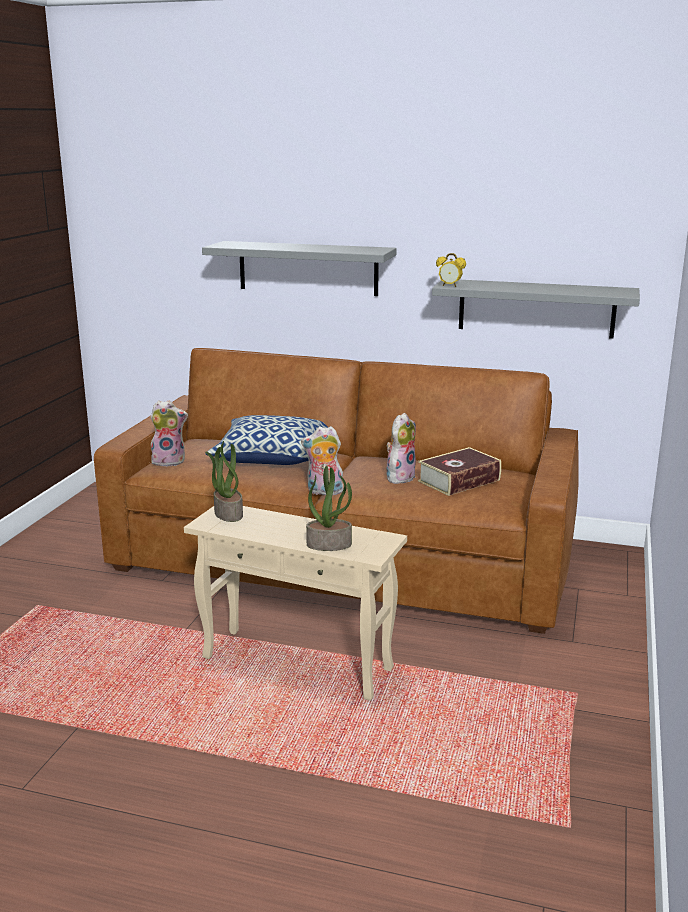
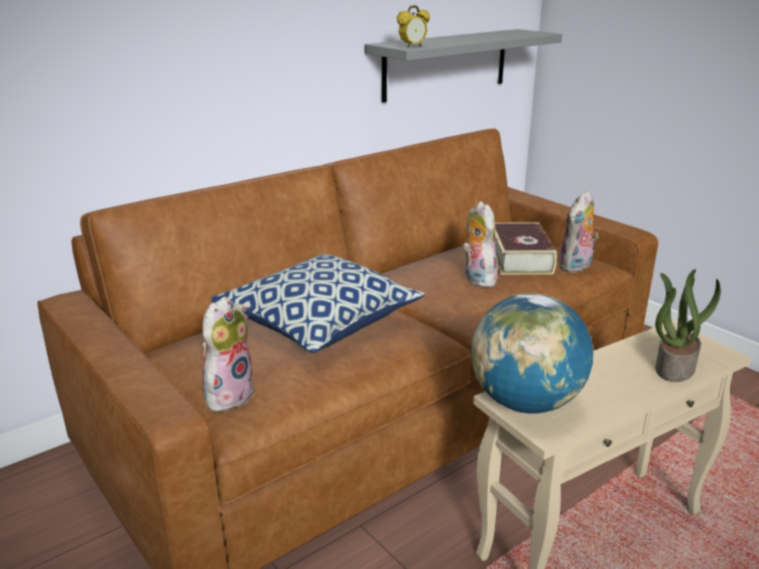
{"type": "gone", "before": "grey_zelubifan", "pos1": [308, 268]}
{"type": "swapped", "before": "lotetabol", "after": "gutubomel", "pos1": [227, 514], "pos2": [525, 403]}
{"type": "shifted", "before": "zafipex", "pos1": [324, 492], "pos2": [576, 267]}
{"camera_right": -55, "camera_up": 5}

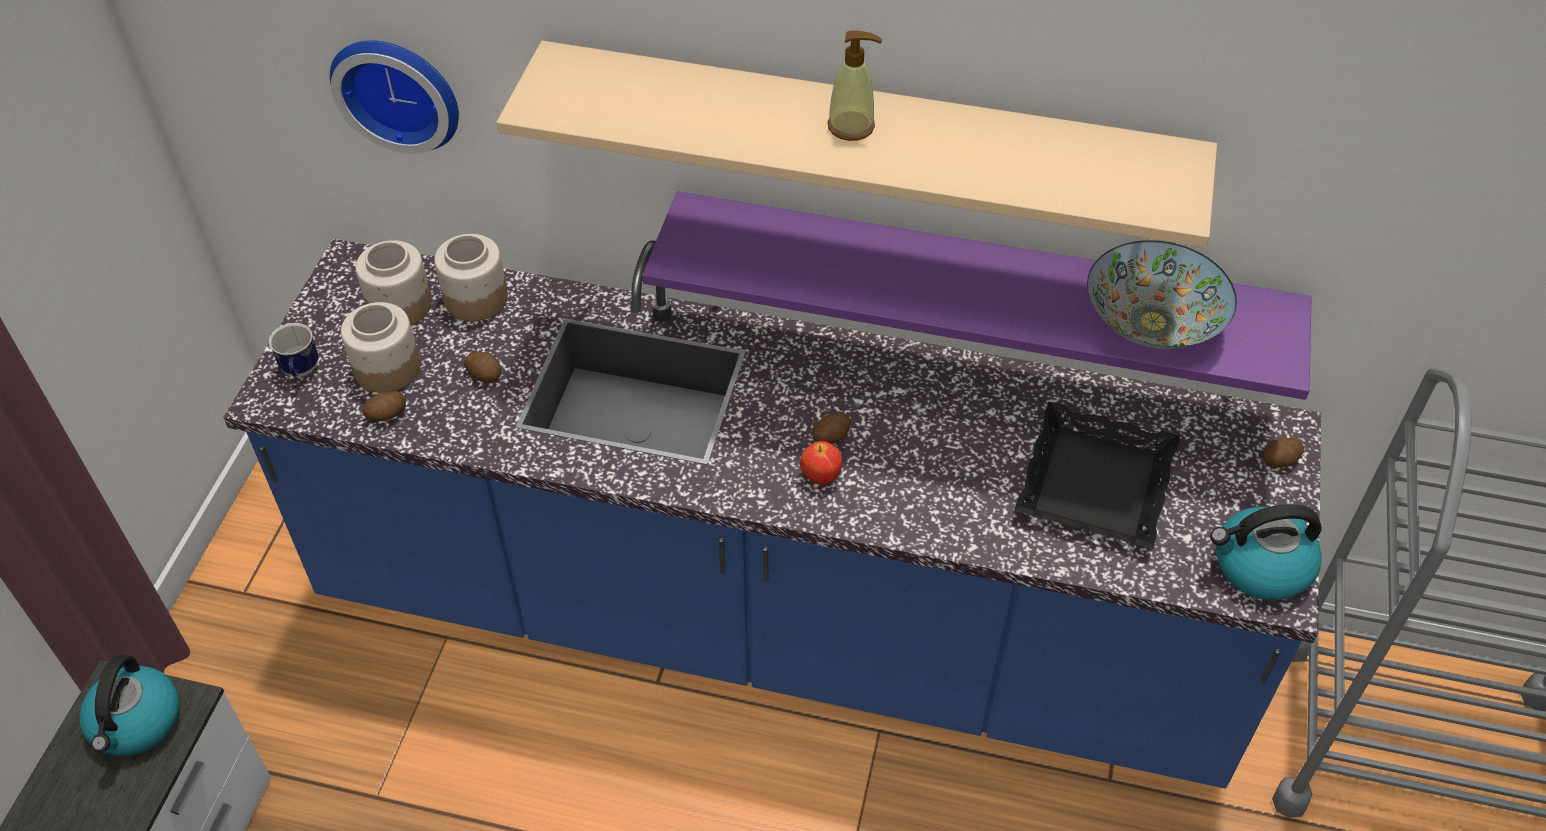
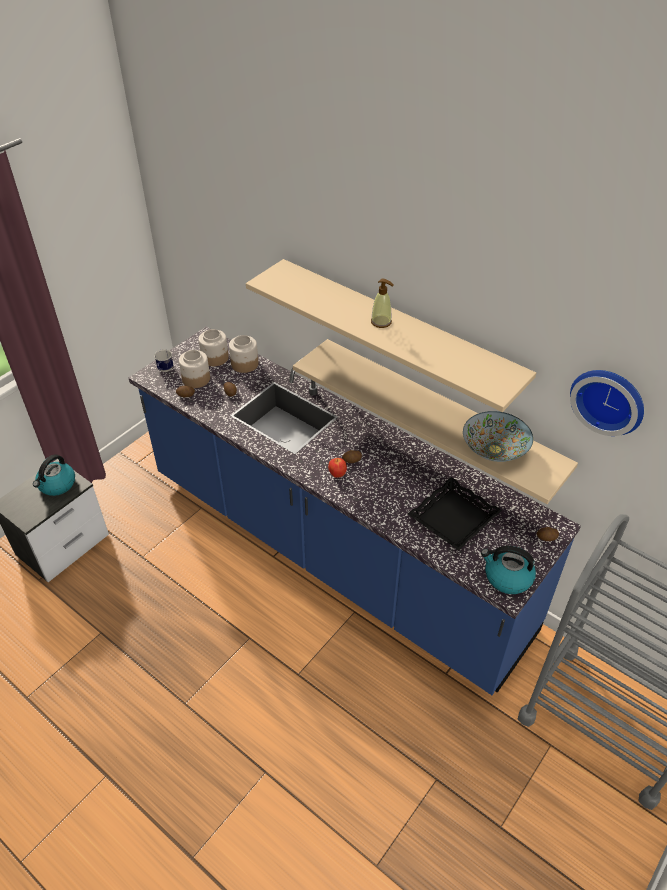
{"type": "shifted", "before": "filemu", "pos1": [399, 89], "pos2": [609, 399]}
{"type": "repainted", "before": "purple_zelubifan", "after": "beige_zelubifan", "pos1": [978, 280], "pos2": [439, 414]}
{"camera_right": 25, "camera_up": -5}

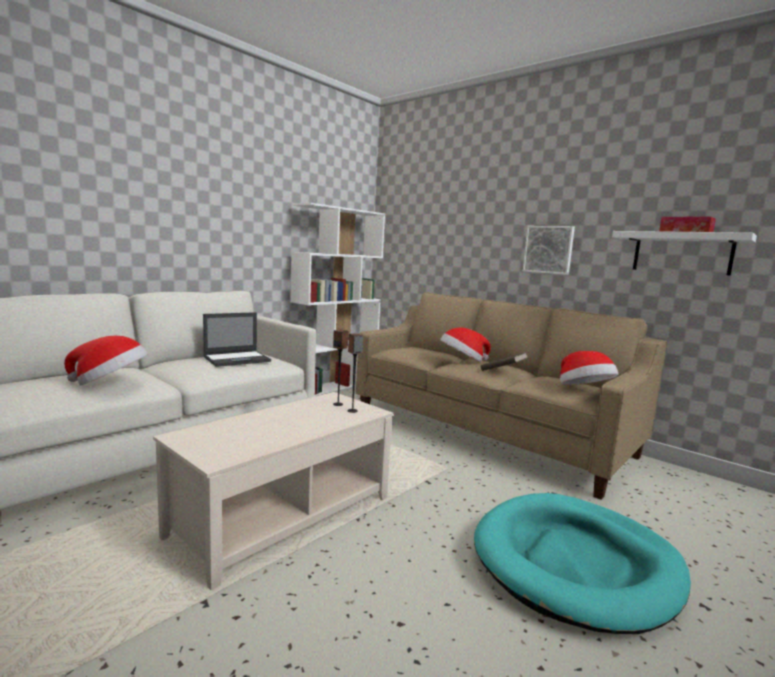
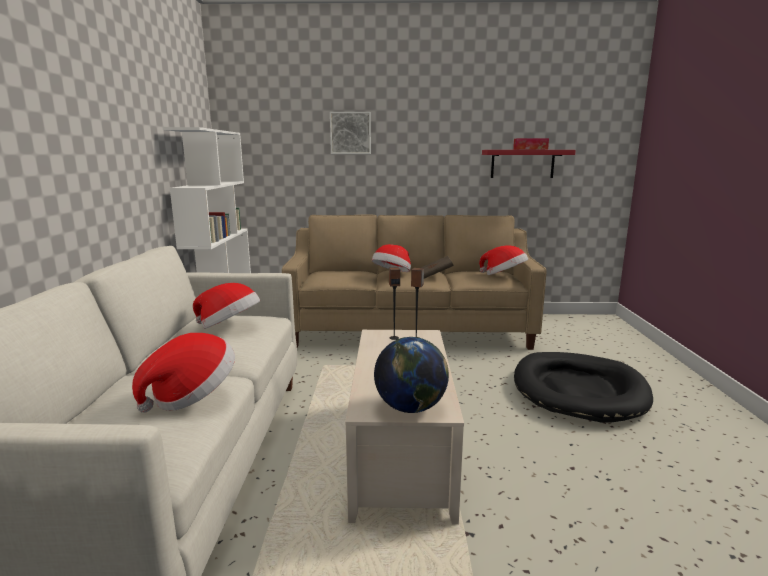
{"type": "swapped", "before": "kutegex", "after": "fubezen", "pos1": [237, 359], "pos2": [229, 327]}
{"type": "repainted", "before": "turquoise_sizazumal", "after": "black_sizazumal", "pos1": [575, 563], "pos2": [578, 390]}
{"type": "shifted", "before": "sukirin", "pos1": [548, 249], "pos2": [350, 133]}
{"type": "repainted", "before": "white_zelubifan", "after": "red_zelubifan", "pos1": [682, 253], "pos2": [522, 164]}
{"type": "new", "after": "gutubomel", "pos2": [410, 408]}
{"camera_right": -40, "camera_up": 5}

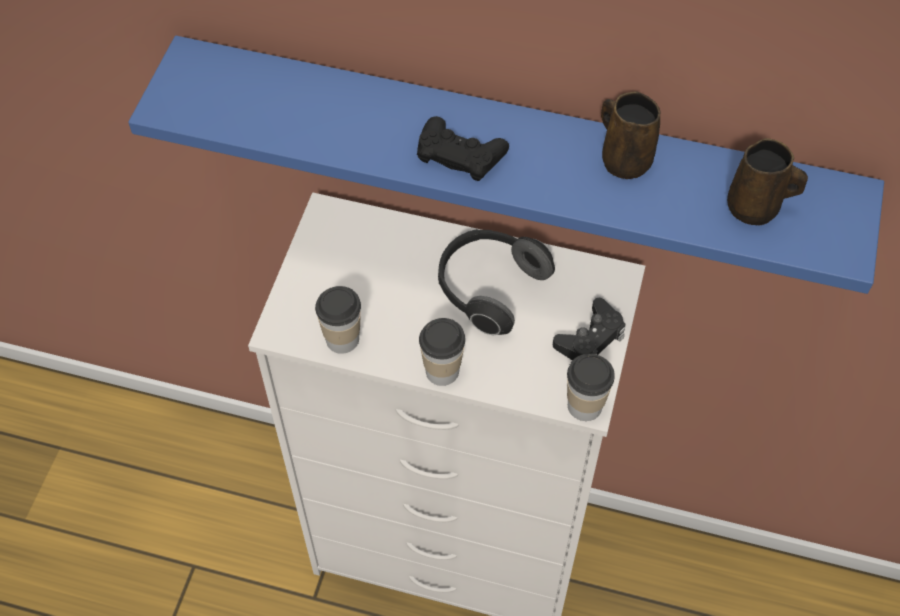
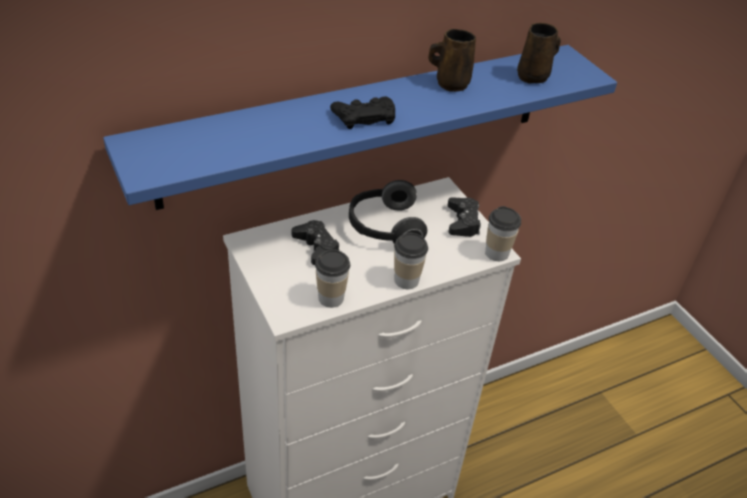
{"type": "new", "after": "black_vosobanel", "pos2": [316, 247]}
{"camera_right": -45, "camera_up": -15}

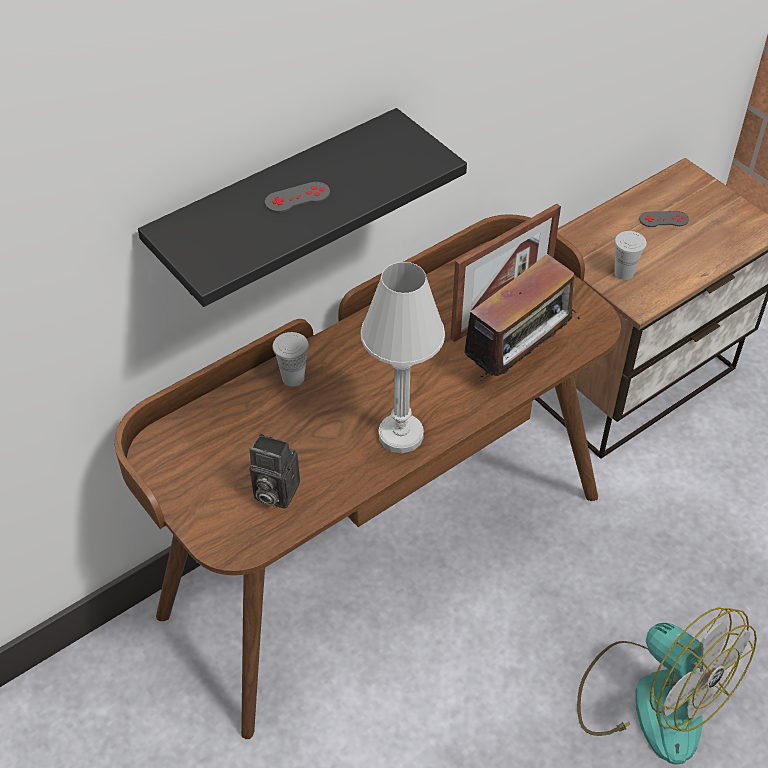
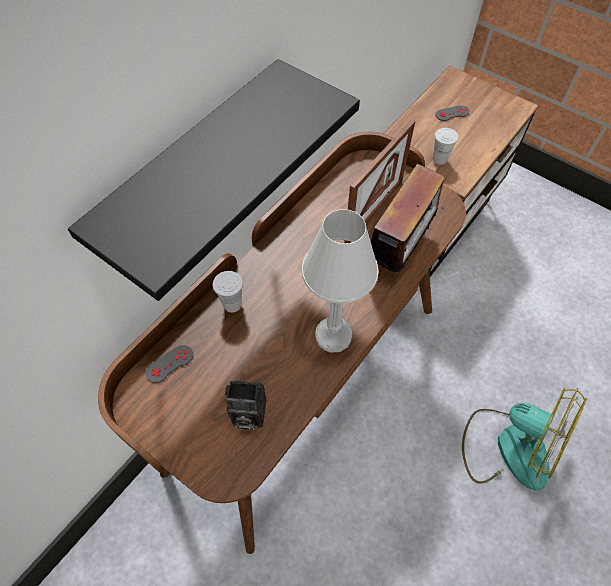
{"type": "shifted", "before": "grey_vosobanel", "pos1": [297, 197], "pos2": [169, 364]}
{"camera_right": -15, "camera_up": 10}

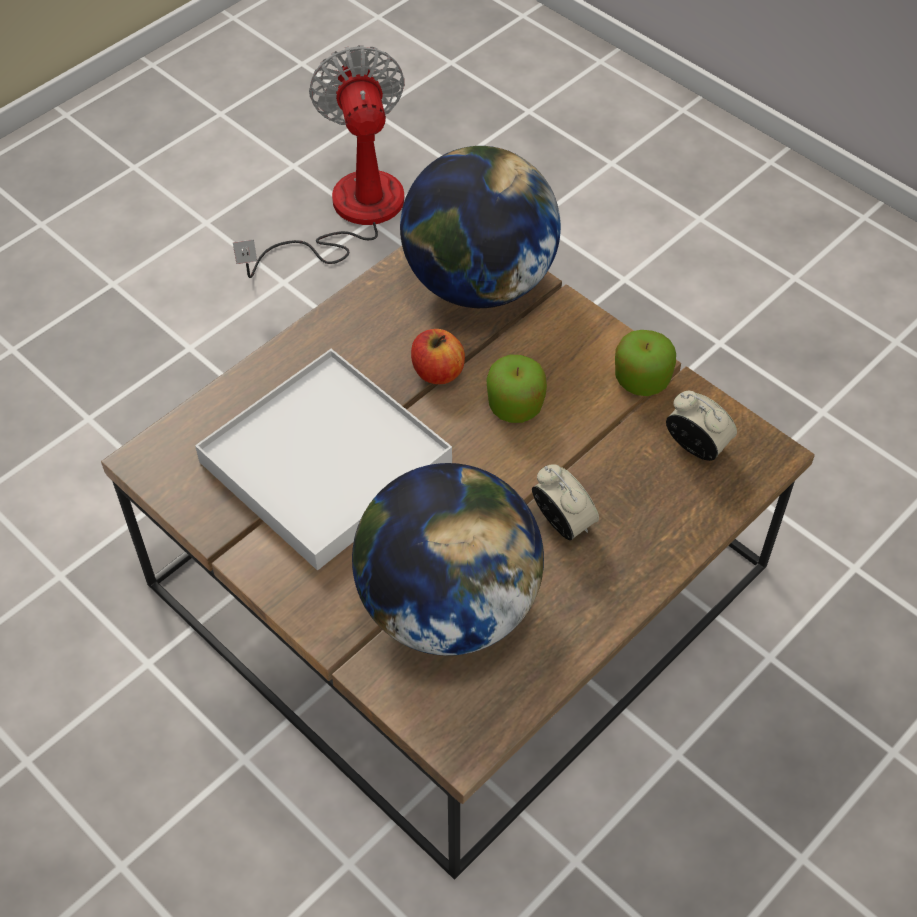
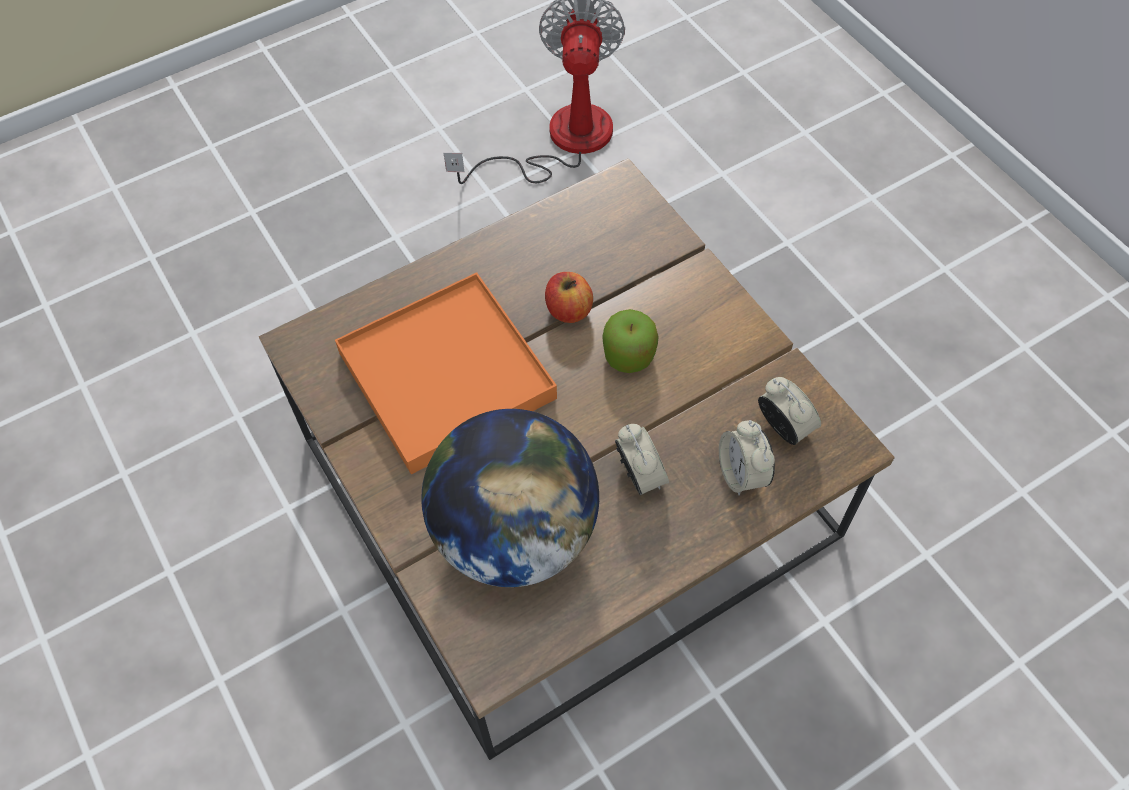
{"type": "repainted", "before": "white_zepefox", "after": "orange_zepefox", "pos1": [326, 463], "pos2": [447, 376]}
{"type": "gone", "before": "gutubomel", "pos1": [478, 283]}
{"type": "gone", "before": "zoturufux", "pos1": [641, 379]}
{"type": "new", "after": "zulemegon", "pos2": [742, 474]}
{"camera_right": 15, "camera_up": 5}

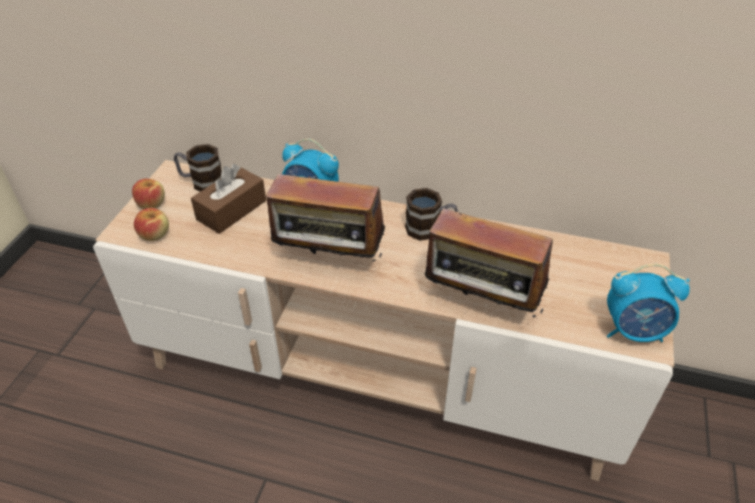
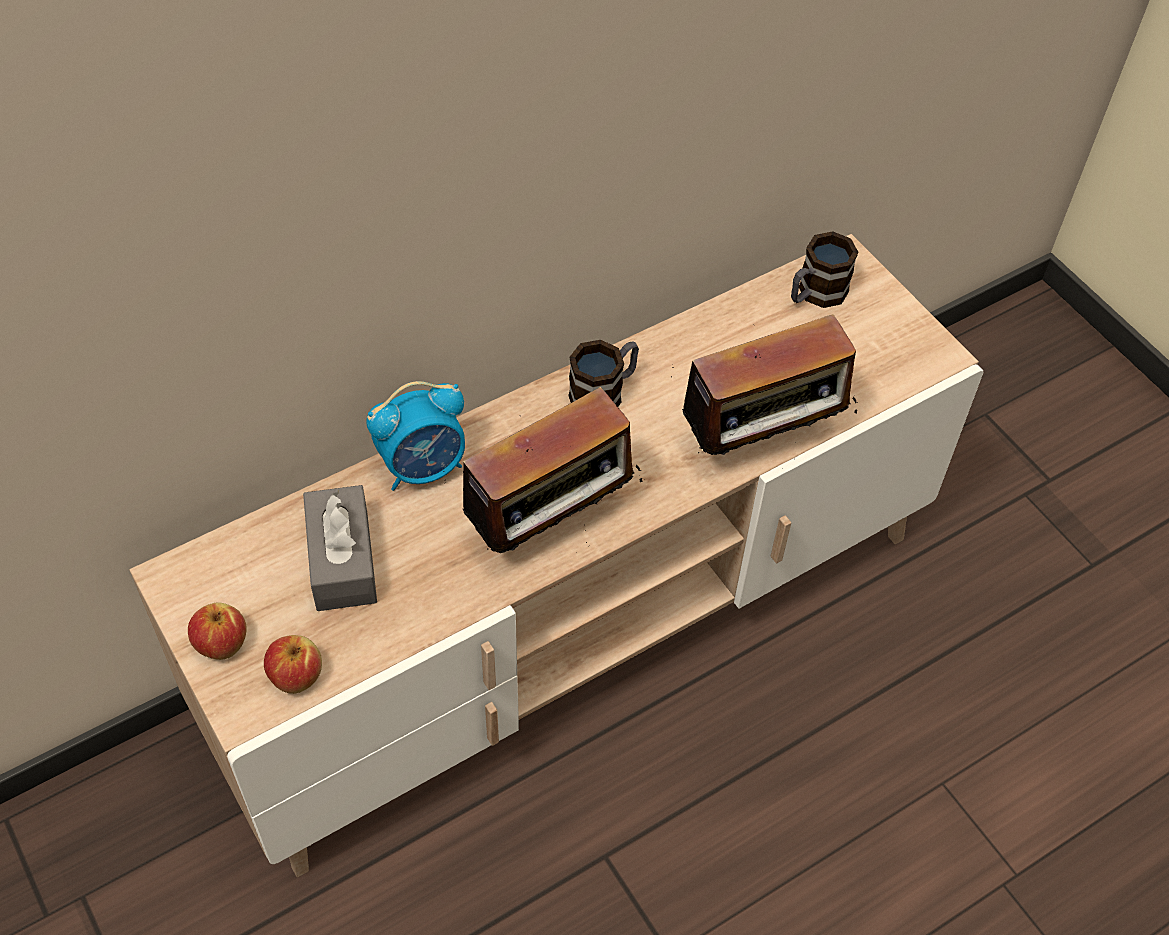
{"type": "shifted", "before": "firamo", "pos1": [201, 182], "pos2": [815, 294]}
{"type": "repainted", "before": "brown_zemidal", "after": "grey_zemidal", "pos1": [231, 210], "pos2": [342, 560]}
{"type": "gone", "before": "zulemegon", "pos1": [634, 331]}
{"camera_right": -50, "camera_up": 10}

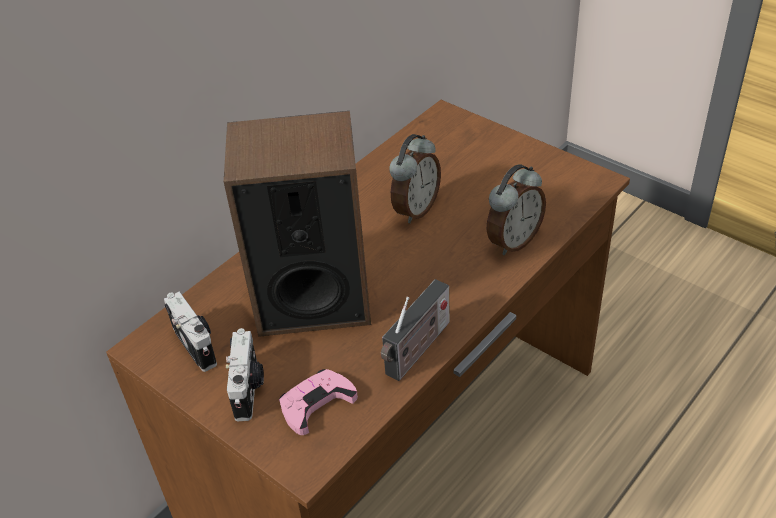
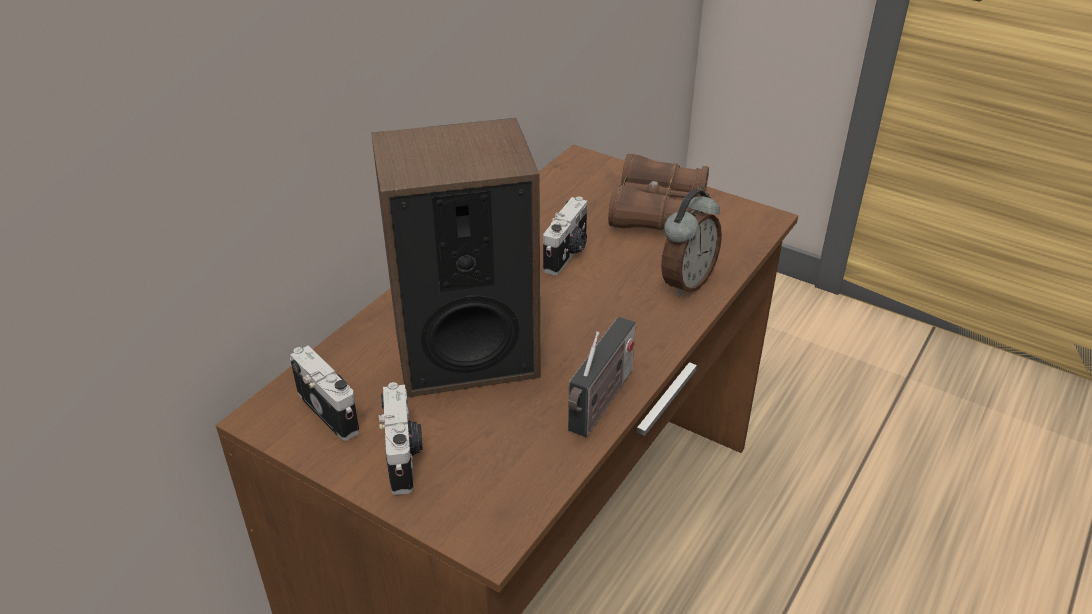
{"type": "gone", "before": "pink_vosobanel", "pos1": [316, 404]}
{"type": "swapped", "before": "zulemegon", "after": "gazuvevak", "pos1": [415, 209], "pos2": [567, 254]}
{"type": "new", "after": "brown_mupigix", "pos2": [657, 212]}
{"camera_right": -10, "camera_up": -5}

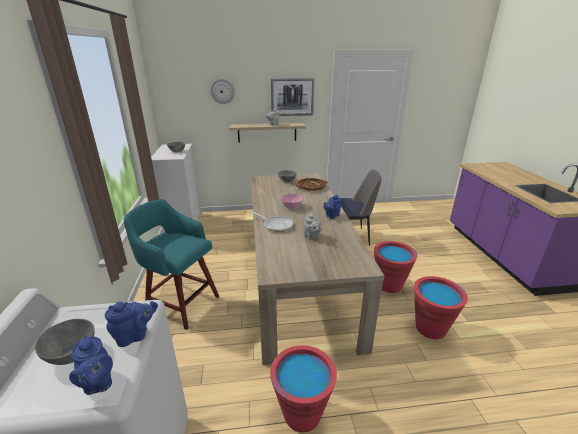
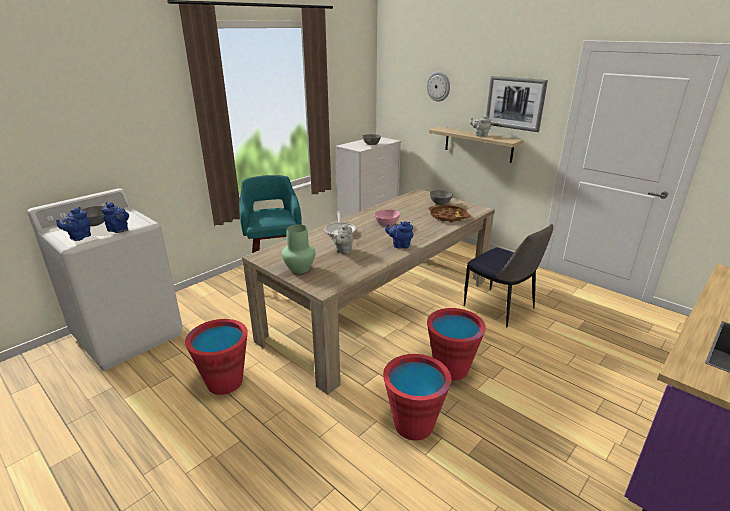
{"type": "new", "after": "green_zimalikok", "pos2": [299, 269]}
{"camera_right": 50, "camera_up": 0}

